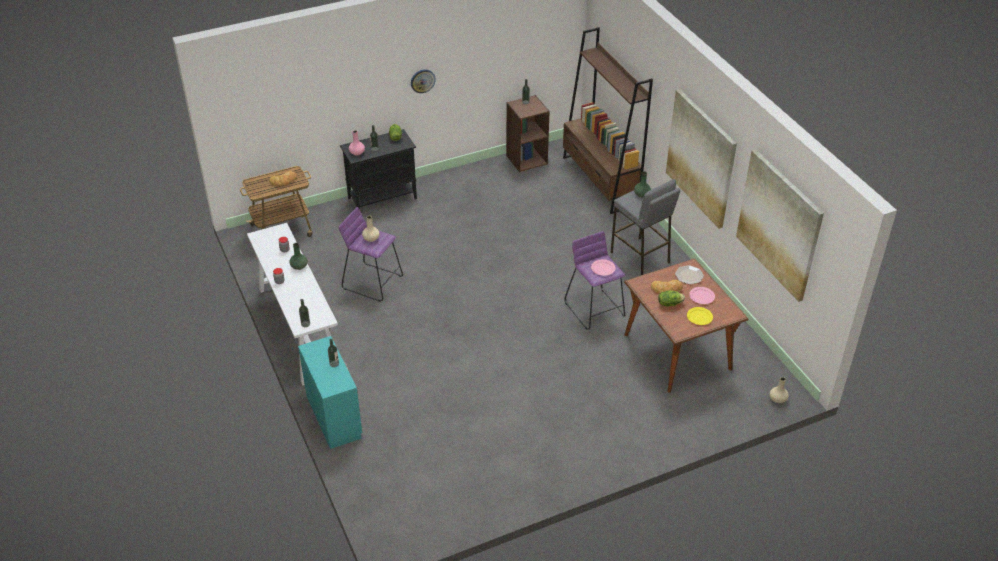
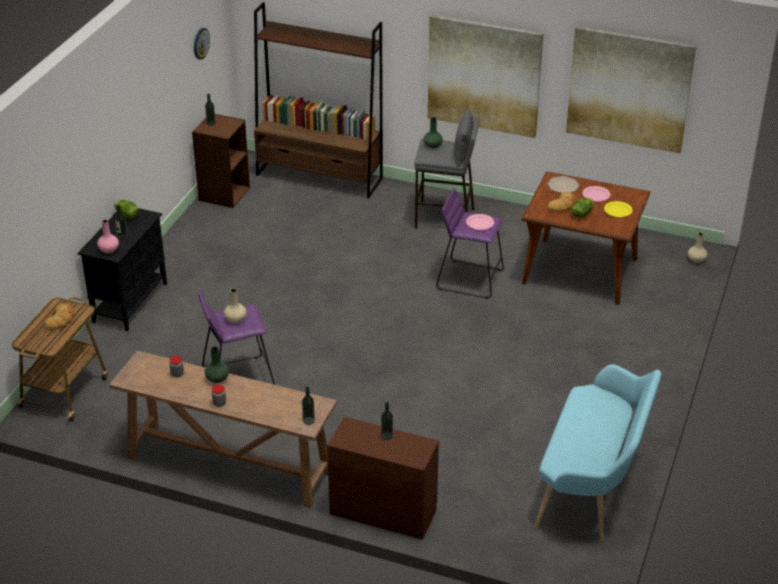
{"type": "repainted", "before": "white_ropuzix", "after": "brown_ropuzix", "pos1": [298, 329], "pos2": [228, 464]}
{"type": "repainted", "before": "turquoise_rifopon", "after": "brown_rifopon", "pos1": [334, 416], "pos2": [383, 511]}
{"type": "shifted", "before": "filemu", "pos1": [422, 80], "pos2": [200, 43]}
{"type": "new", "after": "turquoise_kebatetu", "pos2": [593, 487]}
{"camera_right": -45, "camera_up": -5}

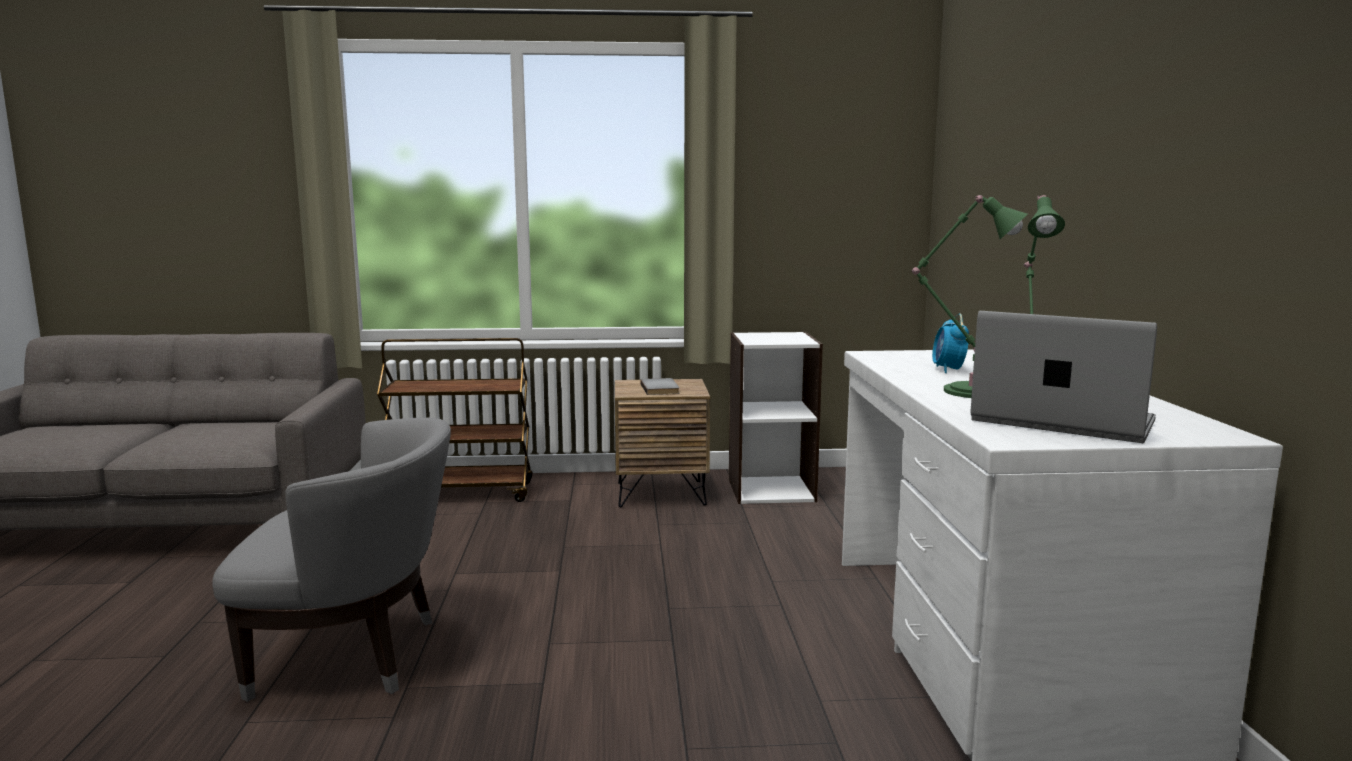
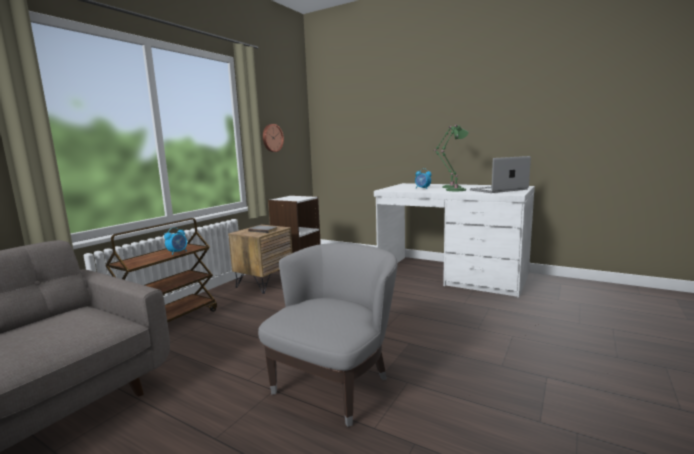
{"type": "new", "after": "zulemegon", "pos2": [178, 252]}
{"type": "new", "after": "filemu", "pos2": [272, 138]}
{"camera_right": -55, "camera_up": 0}

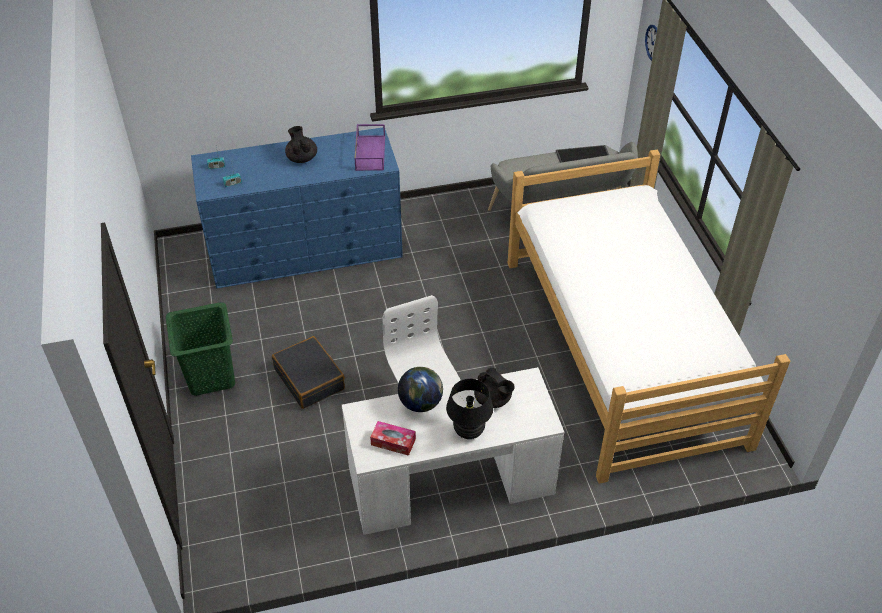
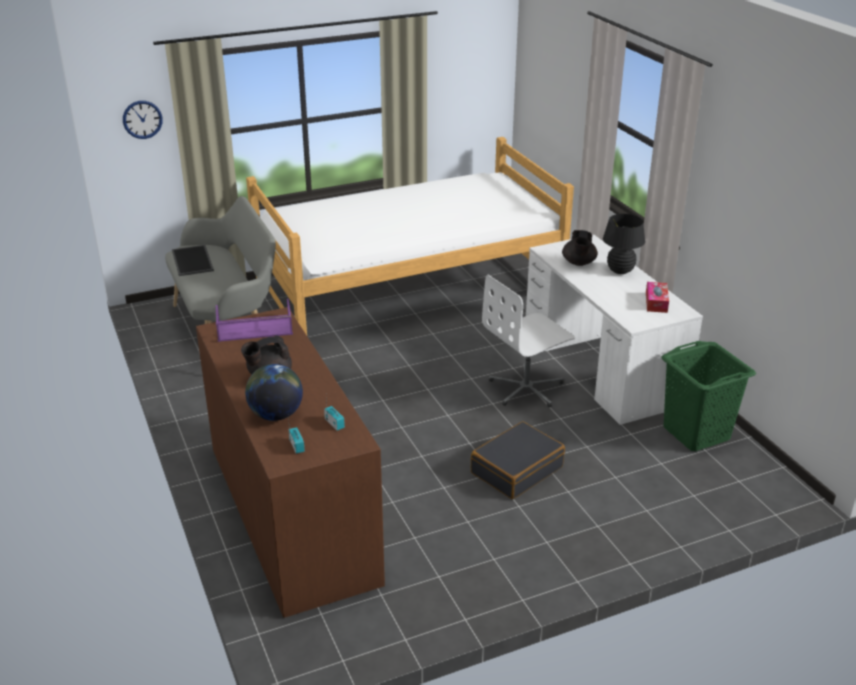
{"type": "shifted", "before": "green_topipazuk", "pos1": [210, 376], "pos2": [696, 433]}
{"type": "repainted", "before": "blue_rifopon", "after": "brown_rifopon", "pos1": [306, 250], "pos2": [292, 512]}
{"type": "shifted", "before": "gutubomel", "pos1": [421, 403], "pos2": [276, 415]}
{"type": "rotated", "before": "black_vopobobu", "pos1": [493, 400], "pos2": [578, 263], "turn": 150}
{"camera_right": -100, "camera_up": -15}

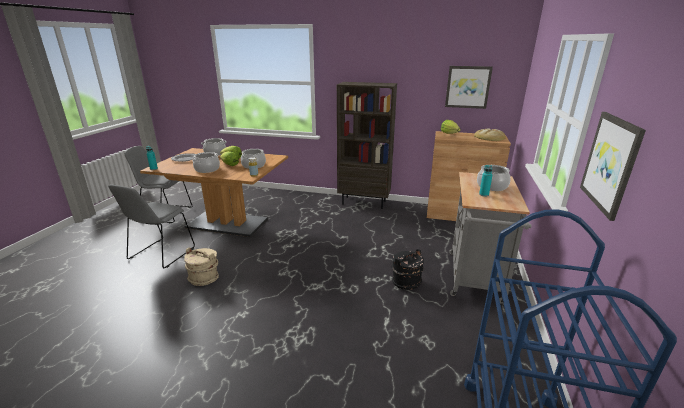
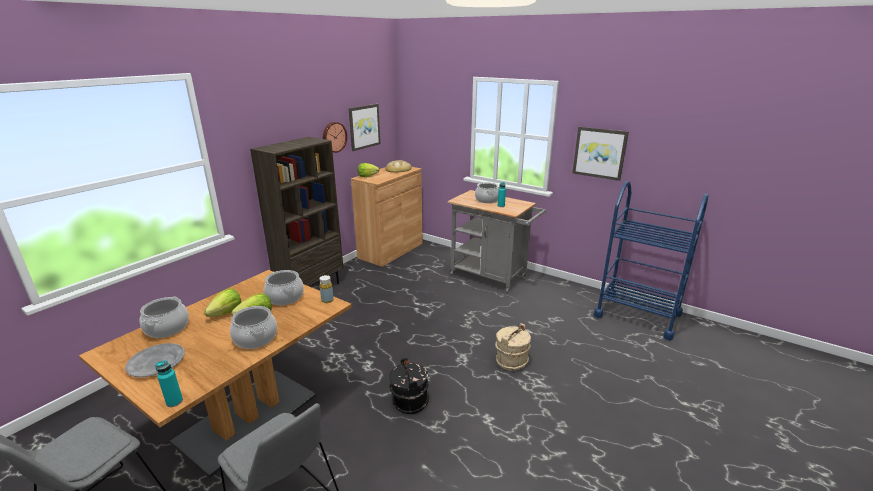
{"type": "shifted", "before": "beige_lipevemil", "pos1": [204, 278], "pos2": [511, 361]}
{"type": "shifted", "before": "black_lipevemil", "pos1": [406, 282], "pos2": [409, 402]}
{"type": "new", "after": "filemu", "pos2": [333, 137]}
{"camera_right": -70, "camera_up": 0}

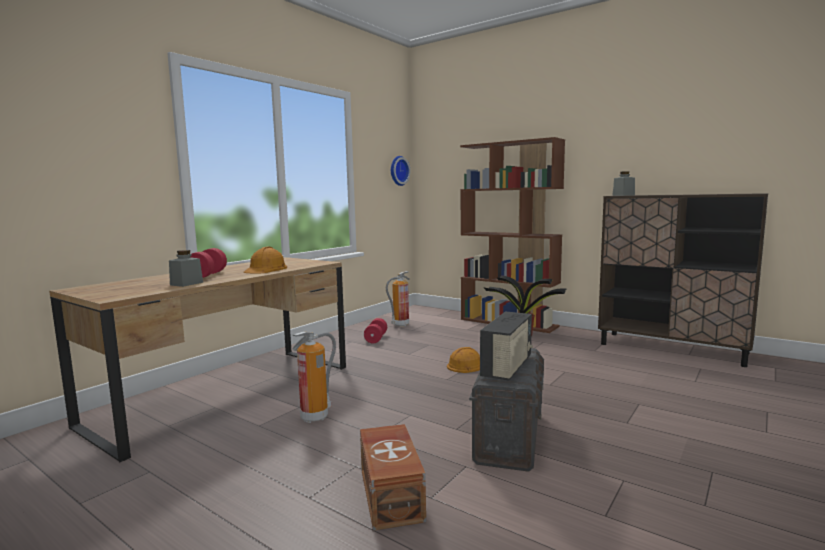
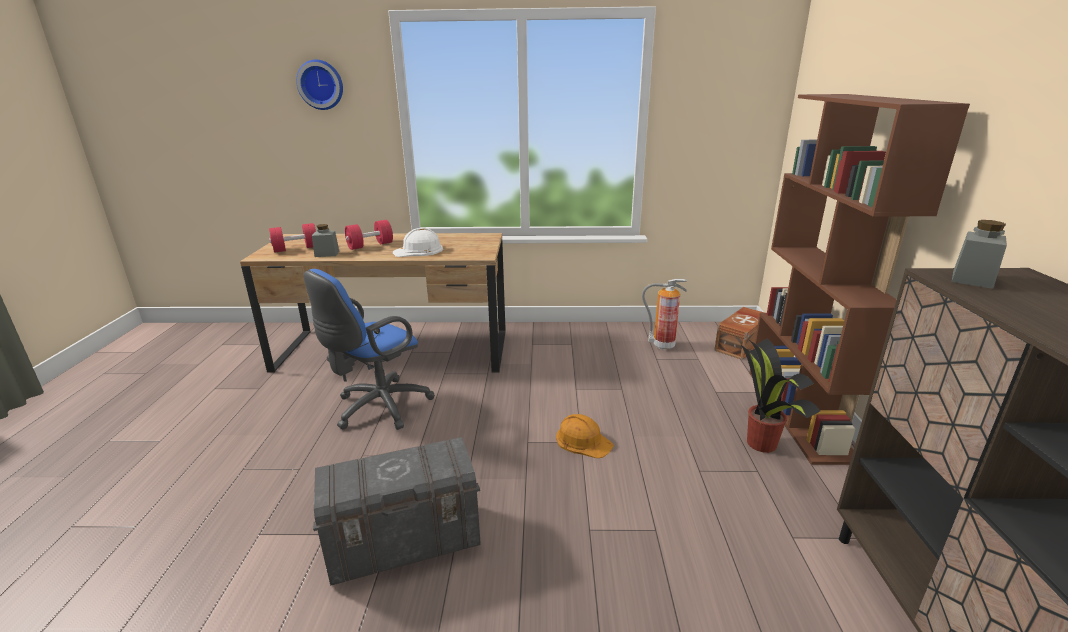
{"type": "repainted", "before": "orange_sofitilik", "after": "white_sofitilik", "pos1": [266, 269], "pos2": [418, 250]}
{"type": "swapped", "before": "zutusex", "after": "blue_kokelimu", "pos1": [315, 417], "pos2": [378, 408]}
{"type": "shifted", "before": "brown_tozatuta", "pos1": [392, 493], "pos2": [742, 345]}
{"type": "shifted", "before": "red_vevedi", "pos1": [376, 339], "pos2": [296, 249]}
{"type": "shifted", "before": "filemu", "pos1": [398, 171], "pos2": [321, 85]}
{"type": "gone", "before": "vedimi", "pos1": [507, 367]}
{"camera_right": 55, "camera_up": 15}

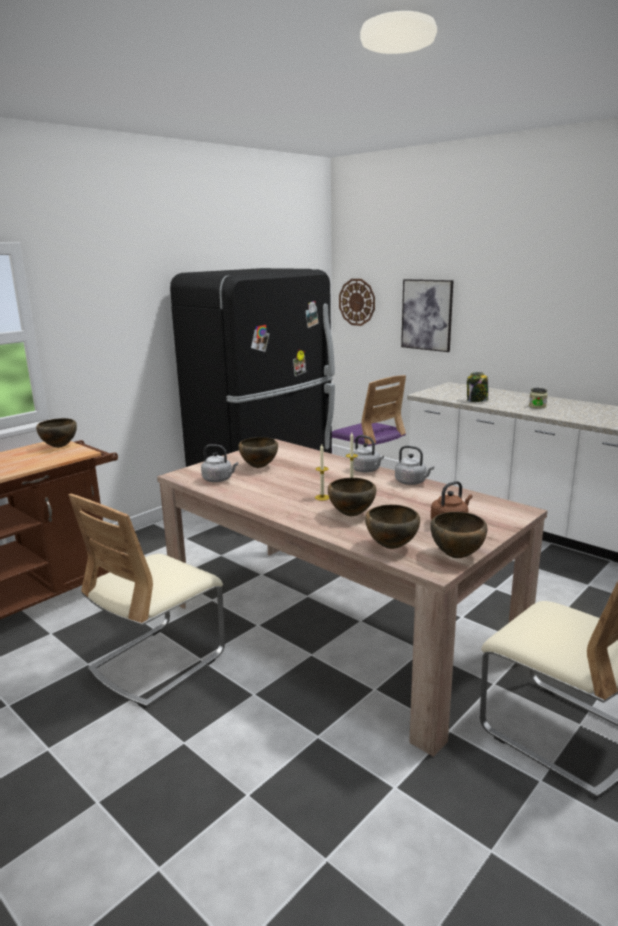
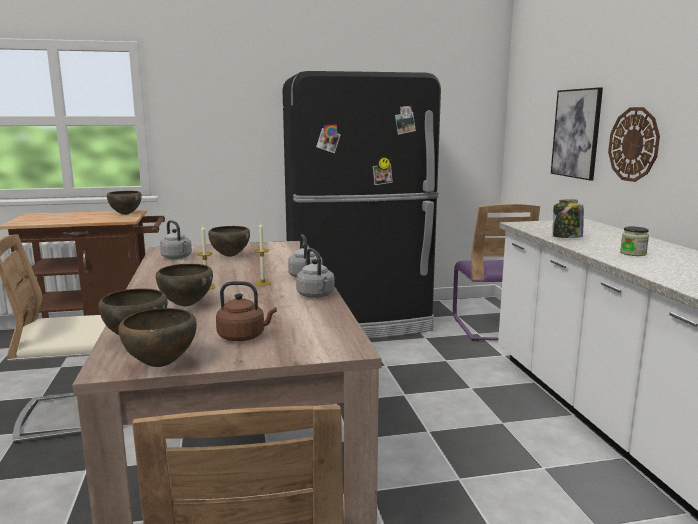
{"type": "shifted", "before": "filemu", "pos1": [357, 302], "pos2": [634, 144]}
{"camera_right": 35, "camera_up": -5}

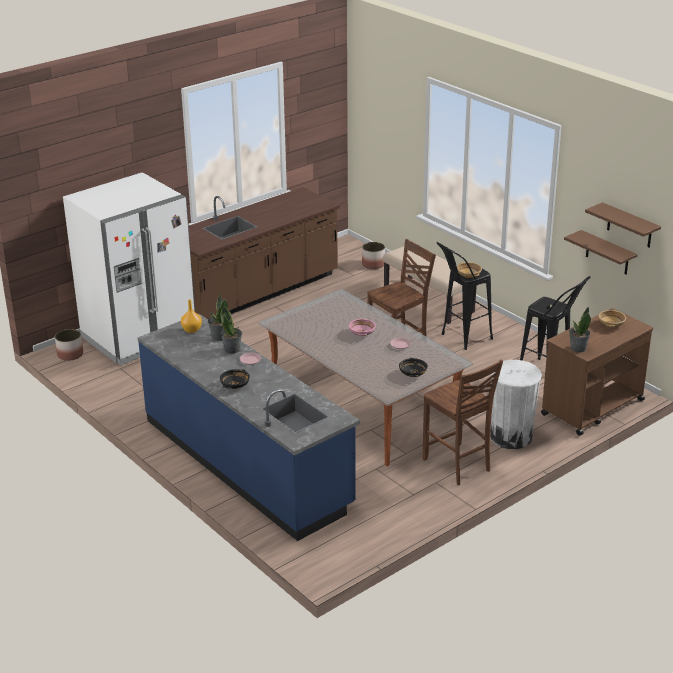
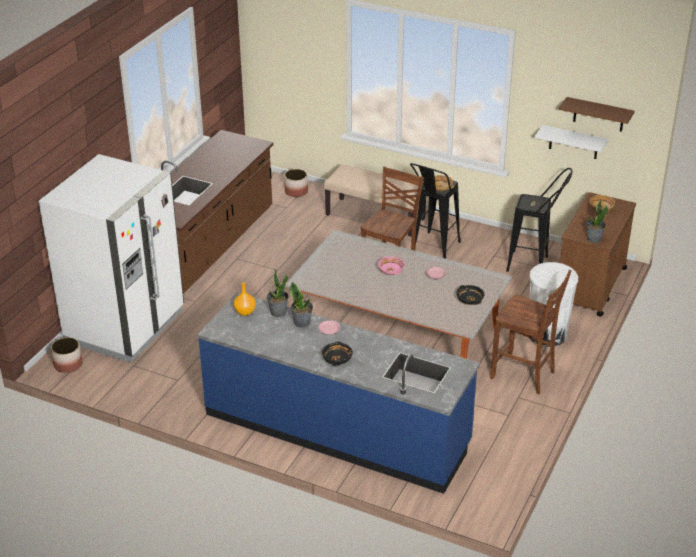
{"type": "repainted", "before": "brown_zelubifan", "after": "white_zelubifan", "pos1": [607, 253], "pos2": [573, 142]}
{"camera_right": -25, "camera_up": 5}

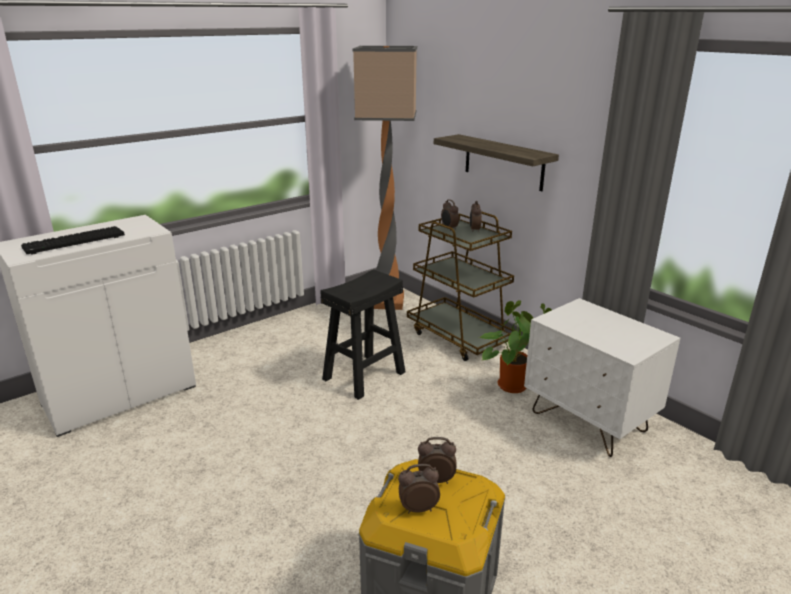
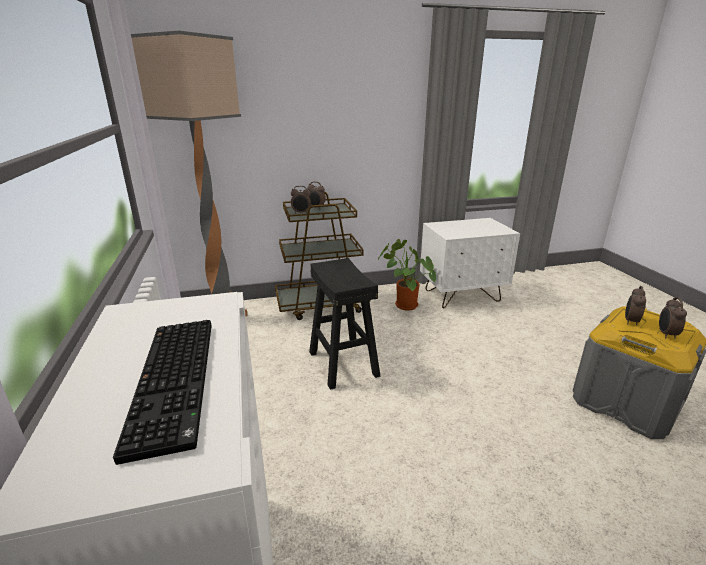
{"type": "gone", "before": "zelubifan", "pos1": [503, 162]}
{"camera_right": -65, "camera_up": 0}

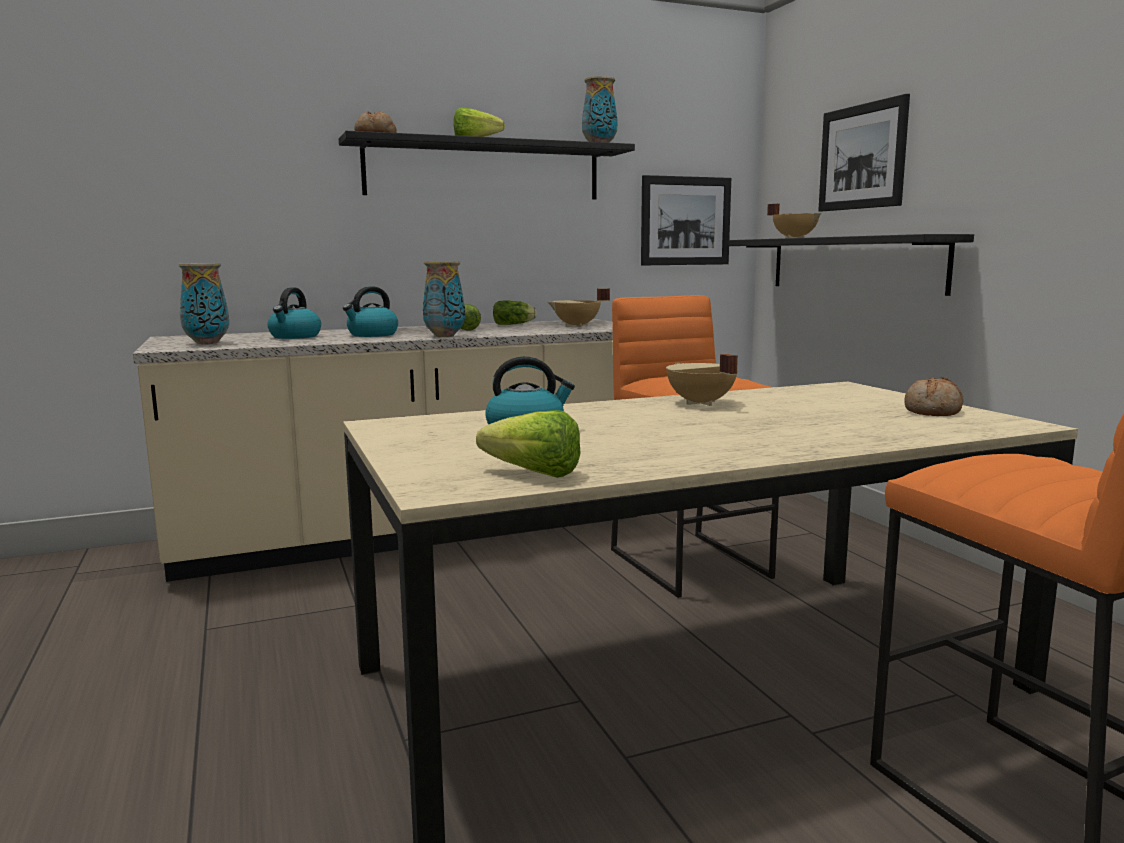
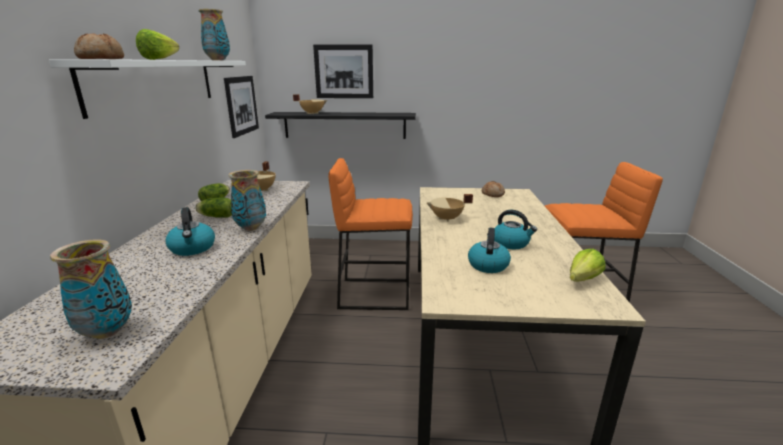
{"type": "shifted", "before": "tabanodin", "pos1": [295, 336], "pos2": [511, 243]}
{"type": "repainted", "before": "black_zelubifan", "after": "white_zelubifan", "pos1": [484, 171], "pos2": [156, 83]}
{"camera_right": -65, "camera_up": 10}

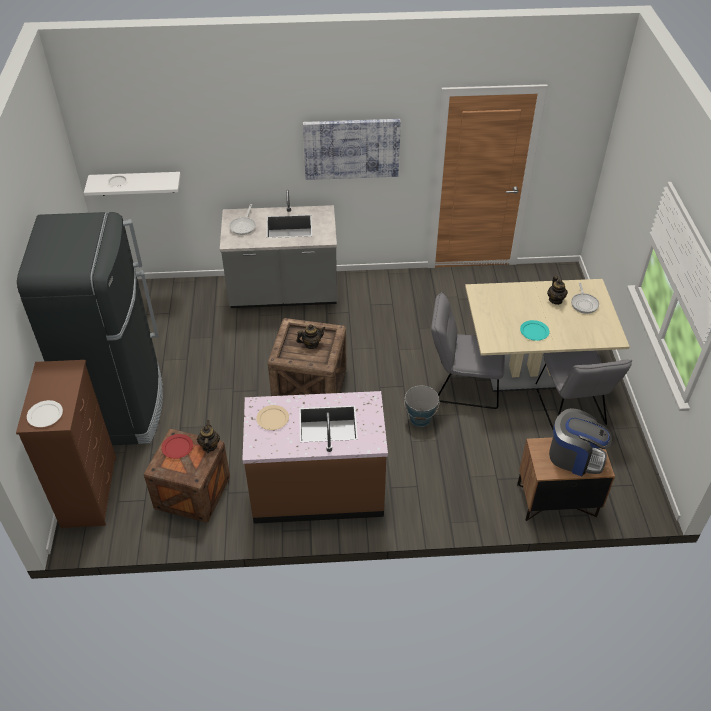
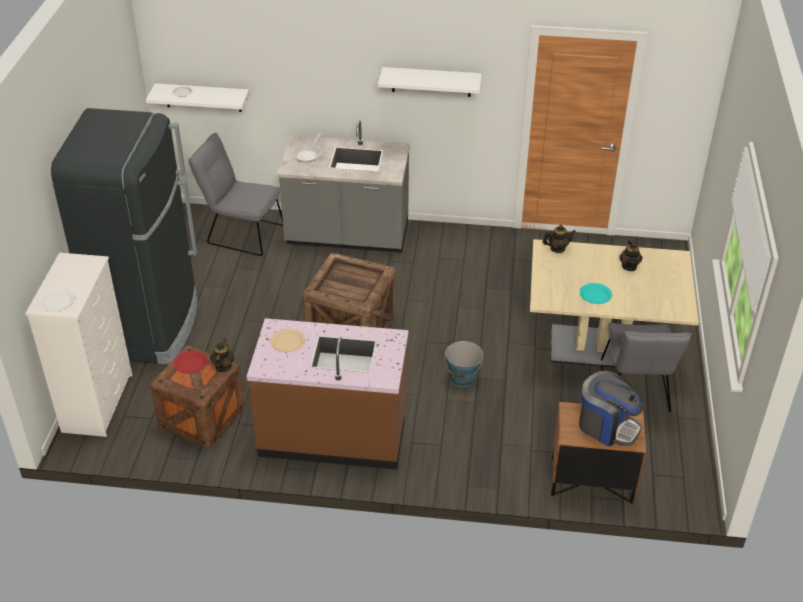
{"type": "repainted", "before": "brown_rifopon", "after": "white_rifopon", "pos1": [90, 491], "pos2": [98, 402]}
{"type": "shifted", "before": "vopobobu", "pos1": [311, 344], "pos2": [557, 248]}
{"type": "swapped", "before": "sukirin", "after": "white_zelubifan", "pos1": [351, 148], "pos2": [431, 82]}
{"type": "shifted", "before": "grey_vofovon", "pos1": [462, 384], "pos2": [241, 233]}
{"type": "gone", "before": "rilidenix", "pos1": [584, 303]}
{"camera_right": 10, "camera_up": -5}

